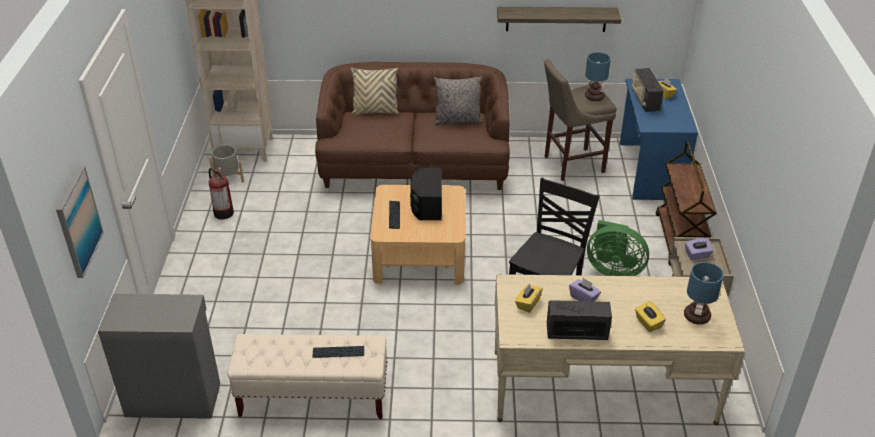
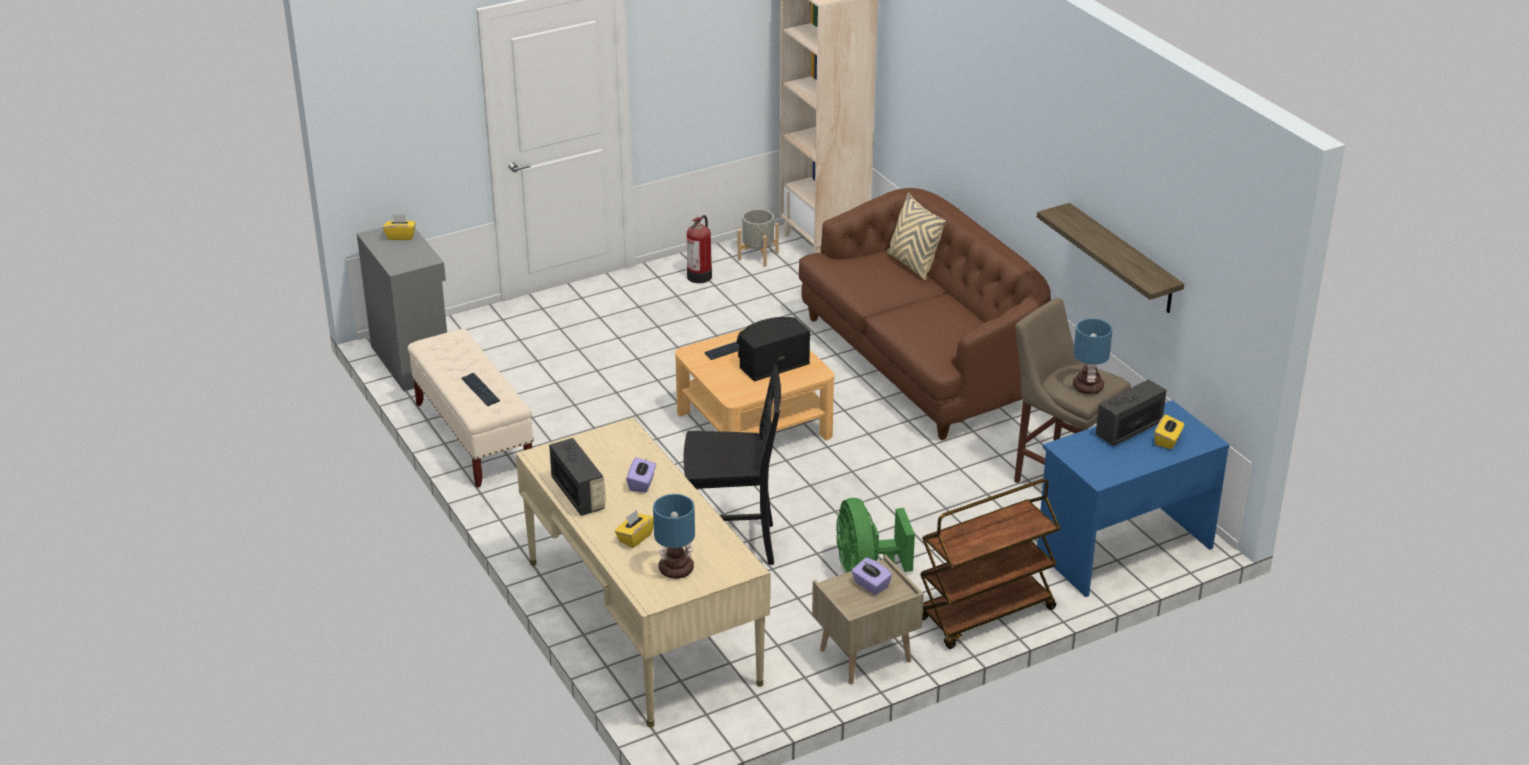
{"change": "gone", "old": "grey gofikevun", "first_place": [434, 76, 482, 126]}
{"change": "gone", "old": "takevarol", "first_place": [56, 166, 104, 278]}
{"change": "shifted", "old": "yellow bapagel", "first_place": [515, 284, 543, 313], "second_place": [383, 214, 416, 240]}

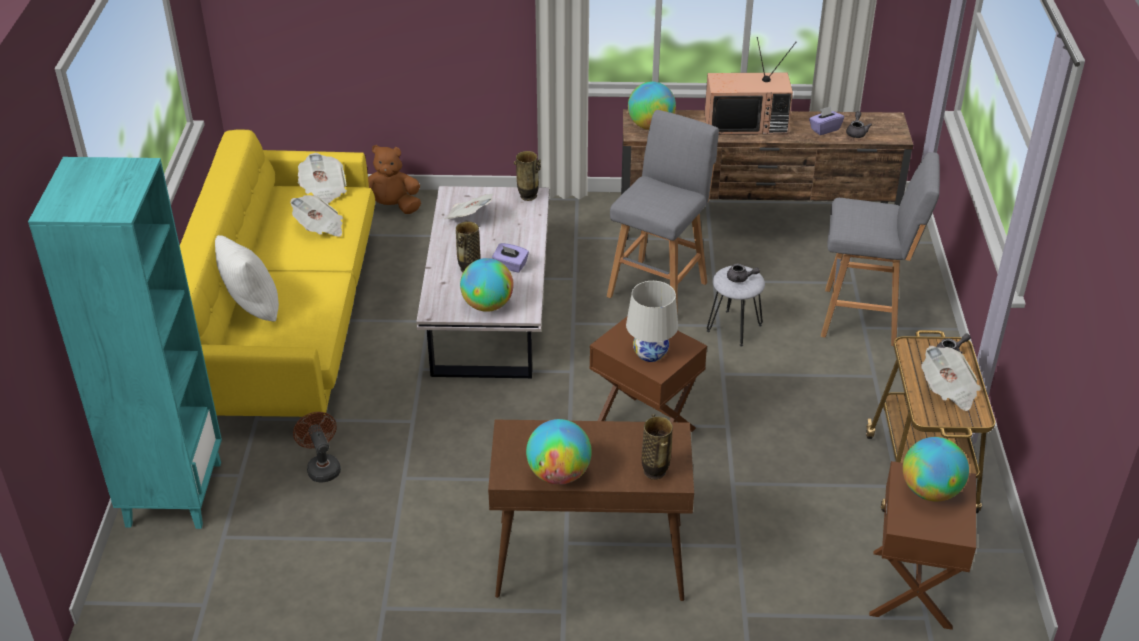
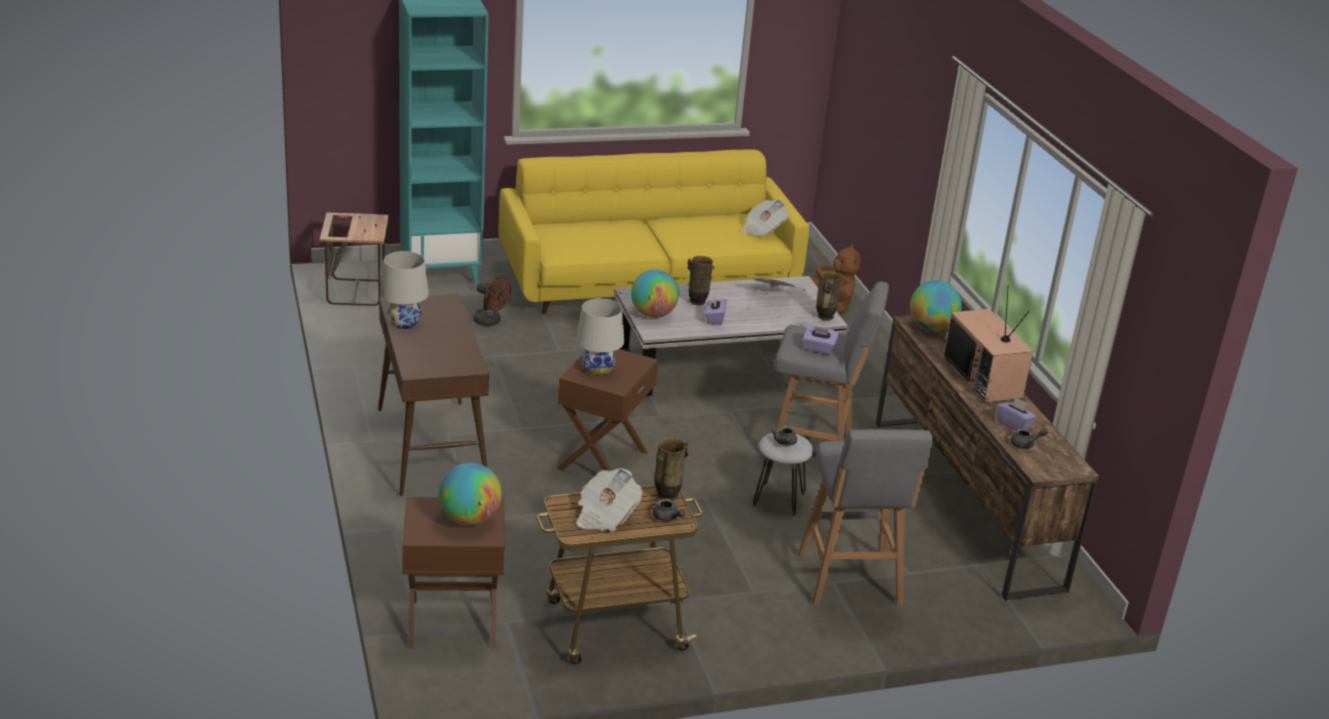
{"change": "gone", "old": "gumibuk", "first_place": [290, 195, 343, 237]}
{"change": "gone", "old": "white gofikevun", "first_place": [215, 235, 279, 322]}
{"change": "rotated", "old": "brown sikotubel", "first_place": [293, 412, 341, 483], "second_place": [473, 277, 511, 326], "degrees": 75}
{"change": "shifted", "old": "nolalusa", "first_place": [641, 414, 673, 480], "second_place": [655, 438, 689, 500]}
{"change": "swapped", "old": "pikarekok", "new": "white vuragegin", "first_place": [526, 419, 592, 485], "second_place": [380, 251, 429, 329]}
{"change": "new", "new": "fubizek", "second_place": [319, 212, 389, 306]}
{"change": "new", "new": "purple bapagel", "second_place": [803, 326, 839, 354]}

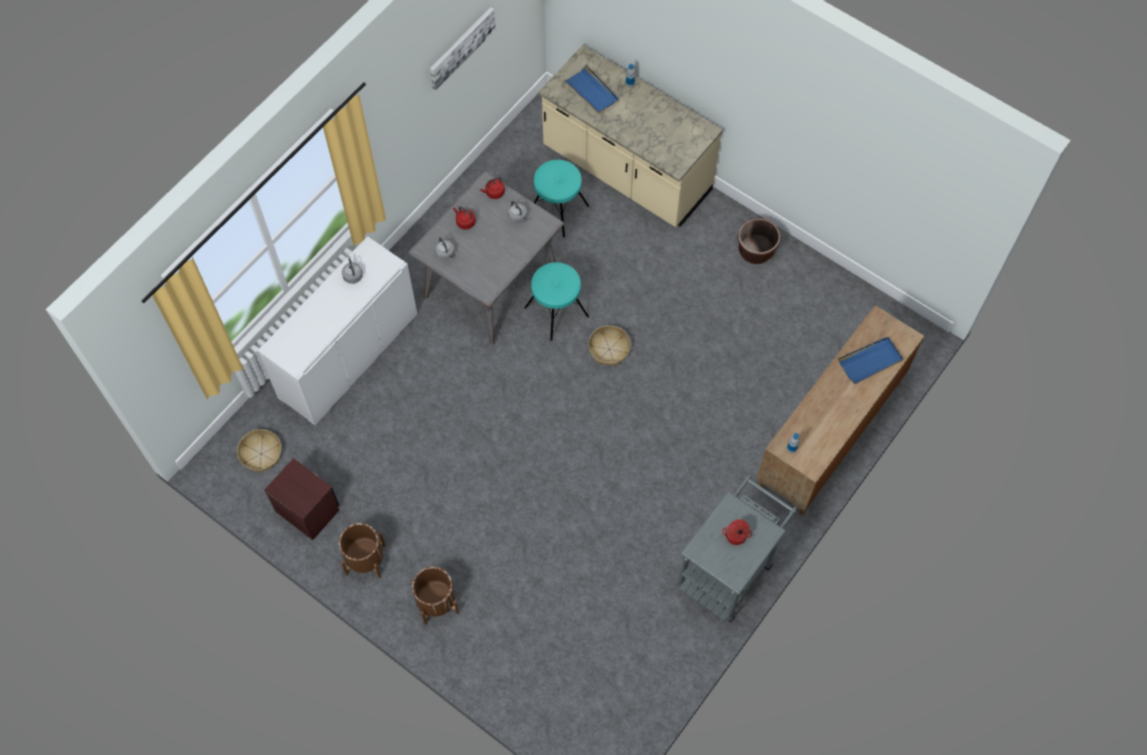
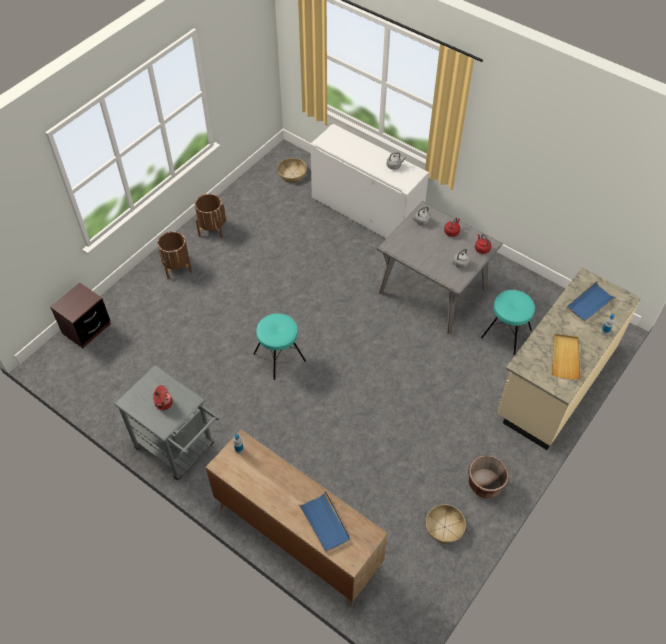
{"change": "gone", "old": "takevarol", "first_place": [430, 7, 496, 90]}
{"change": "shifted", "old": "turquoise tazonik", "first_place": [524, 262, 589, 341], "second_place": [253, 314, 306, 380]}
{"change": "shifted", "old": "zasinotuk", "first_place": [588, 325, 631, 366], "second_place": [426, 504, 466, 544]}
{"change": "shifted", "old": "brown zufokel", "first_place": [265, 458, 339, 540], "second_place": [50, 282, 111, 348]}
{"change": "new", "new": "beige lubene", "second_place": [551, 334, 581, 380]}

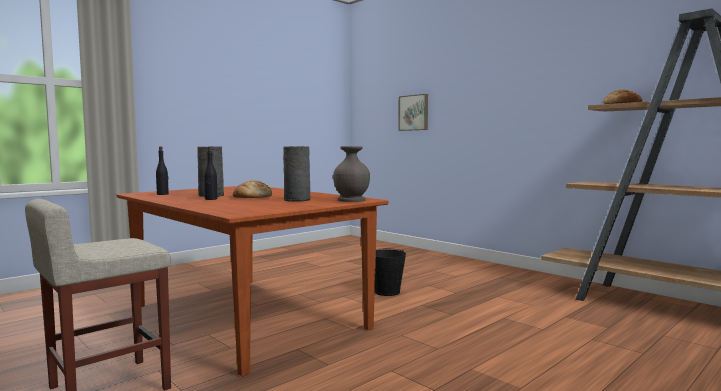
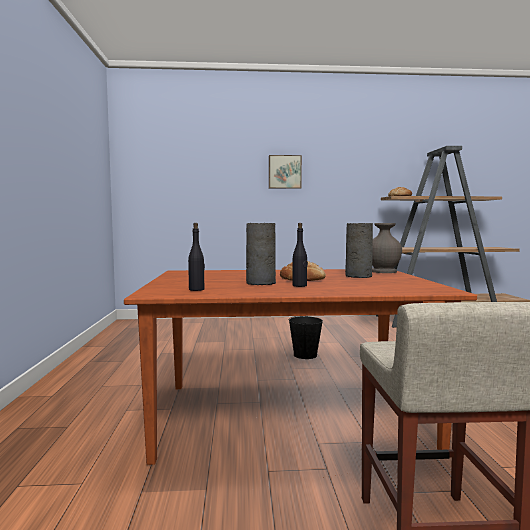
{"change": "shifted", "old": "takevarol", "first_place": [398, 94, 428, 131], "second_place": [269, 155, 302, 189]}

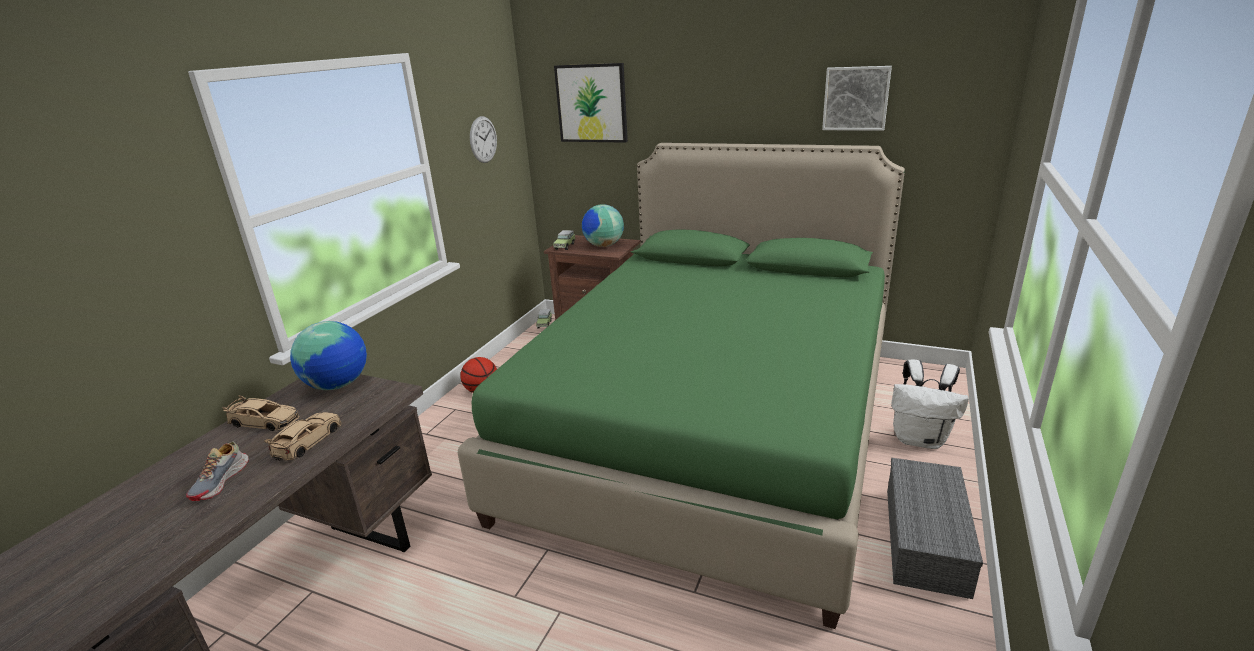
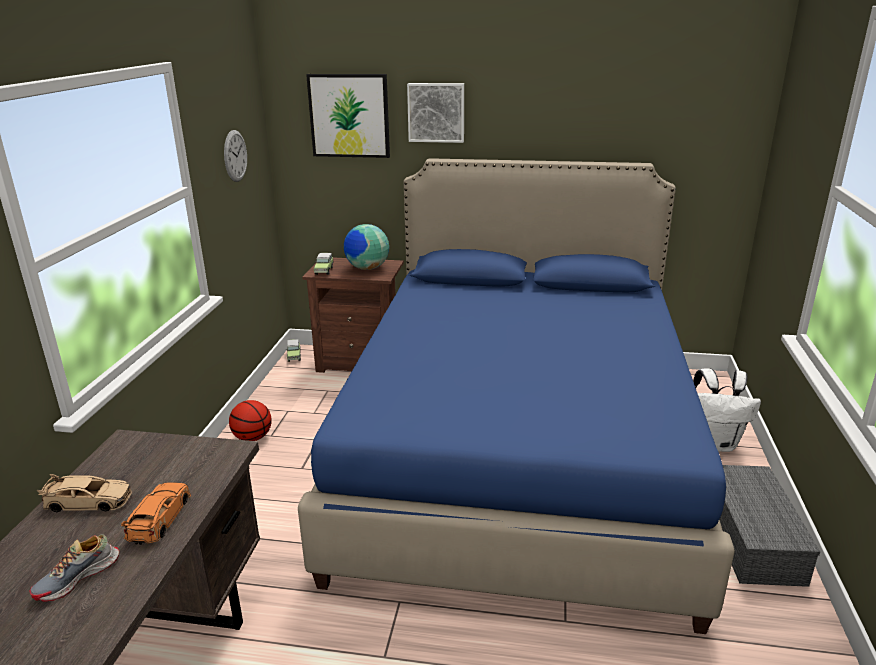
{"change": "shifted", "old": "takevarol", "first_place": [822, 66, 892, 131], "second_place": [407, 83, 464, 143]}
{"change": "repainted", "old": "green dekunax", "new": "blue dekunax", "first_place": [458, 143, 905, 629], "second_place": [298, 158, 735, 634]}
{"change": "gone", "old": "pikarekok", "first_place": [290, 321, 367, 390]}
{"change": "repainted", "old": "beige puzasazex", "new": "orange puzasazex", "first_place": [264, 412, 342, 461], "second_place": [121, 482, 191, 545]}
{"change": "rotated", "old": "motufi", "first_place": [186, 442, 249, 501], "second_place": [30, 534, 119, 602], "degrees": 45}

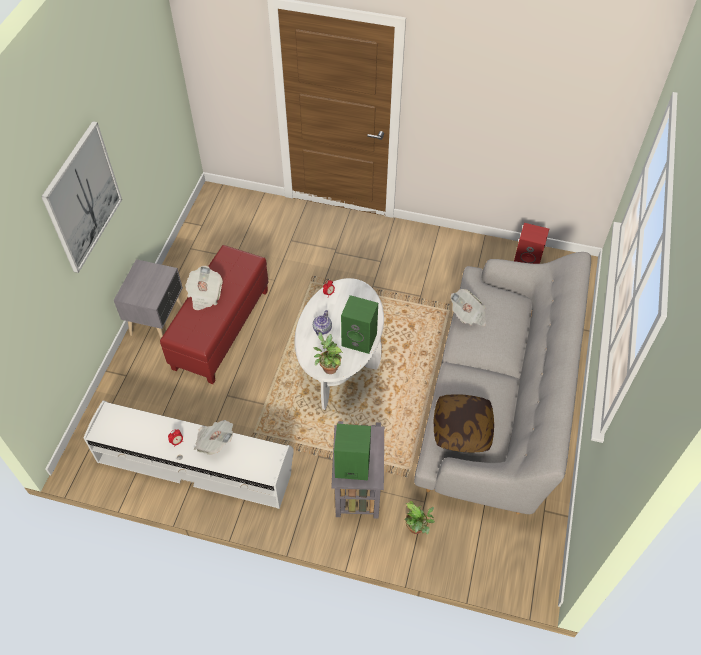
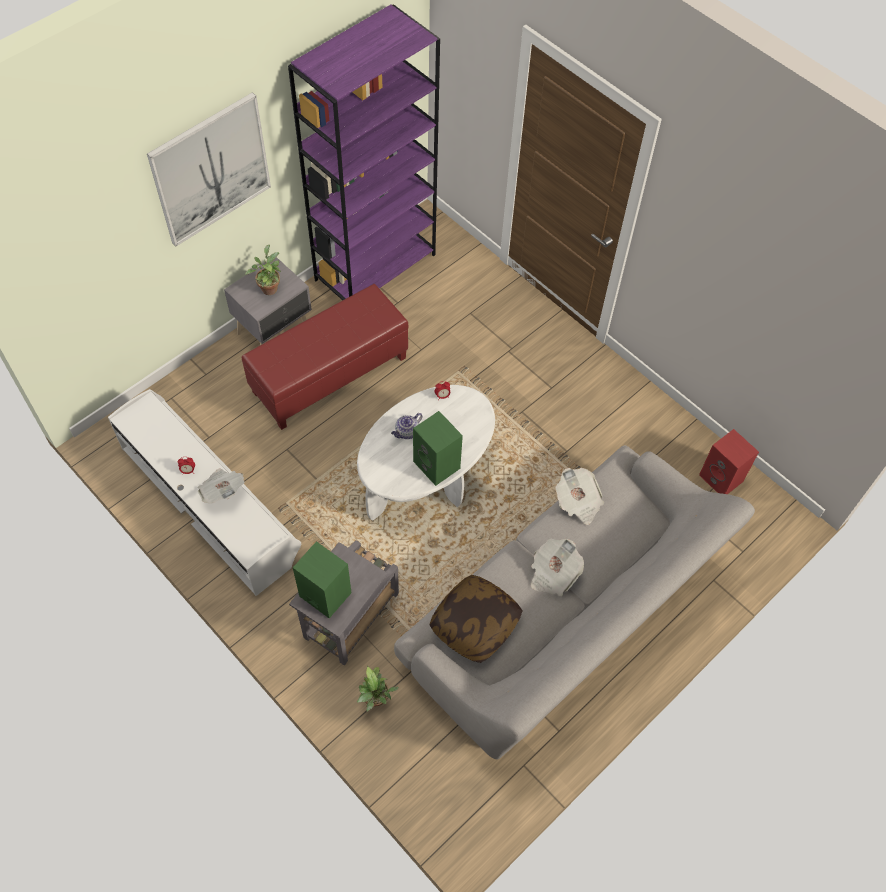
{"change": "shifted", "old": "gumibuk", "first_place": [185, 266, 223, 310], "second_place": [531, 538, 584, 596]}
{"change": "shifted", "old": "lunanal", "first_place": [314, 332, 343, 374], "second_place": [245, 245, 281, 295]}
{"change": "new", "new": "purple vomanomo", "second_place": [288, 4, 440, 300]}

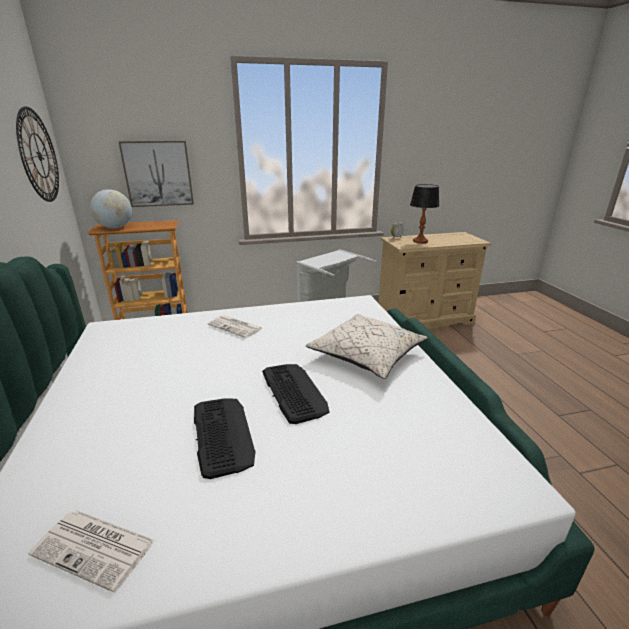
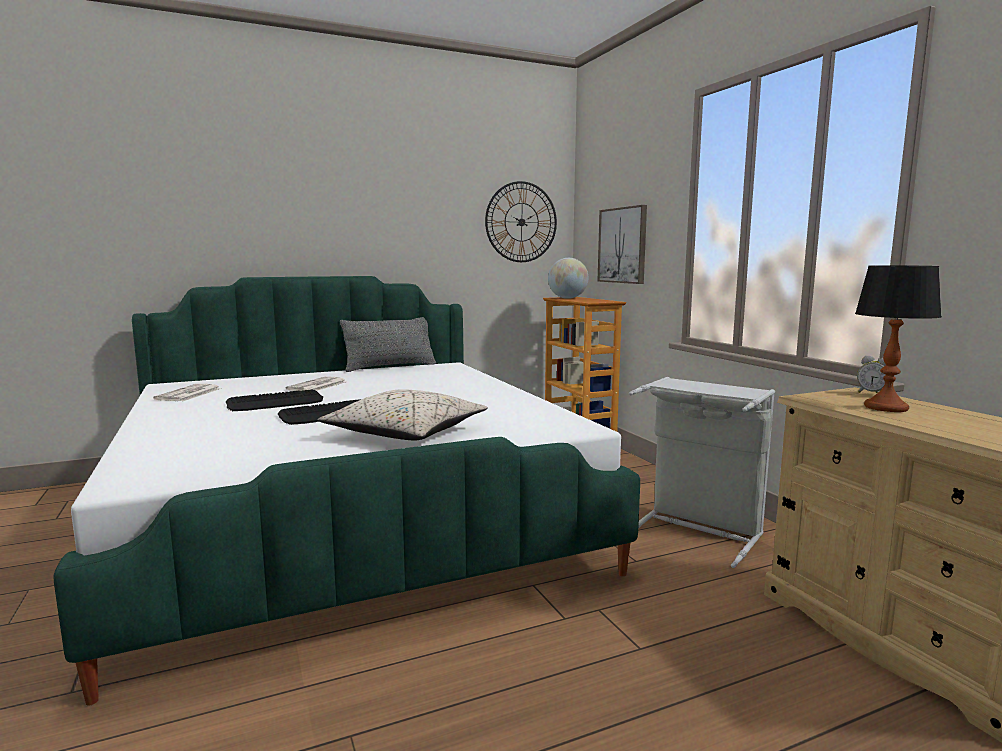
{"change": "shifted", "old": "gumibuk", "first_place": [207, 315, 263, 338], "second_place": [286, 376, 345, 391]}
{"change": "new", "new": "grey gofikevun", "second_place": [340, 317, 436, 372]}

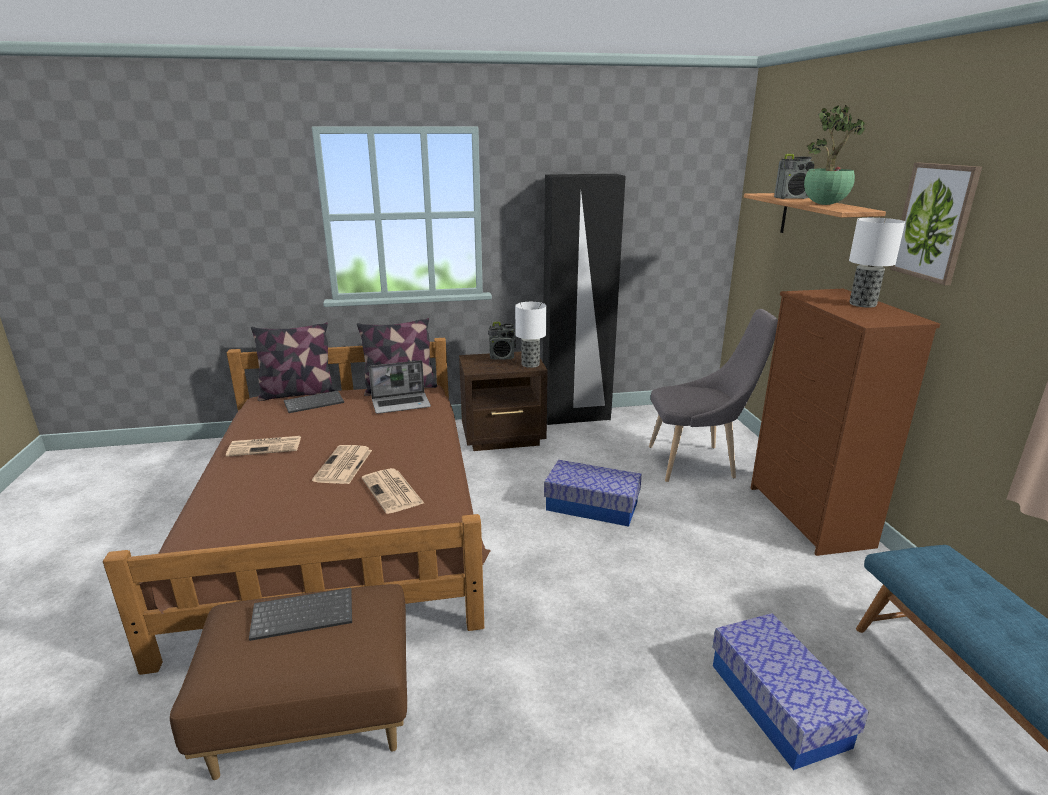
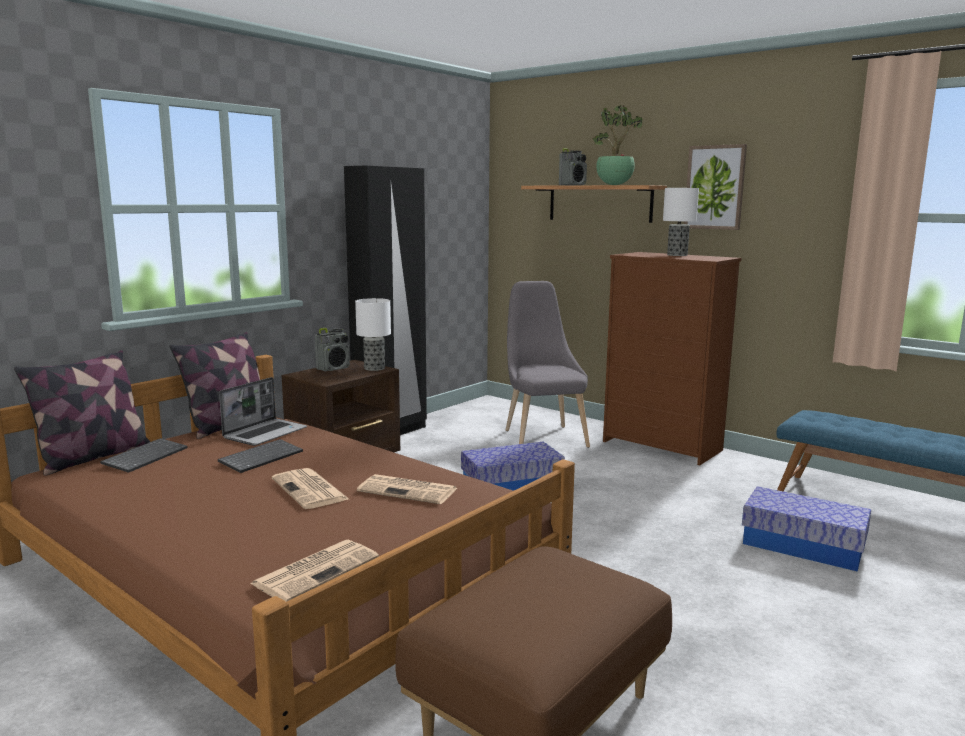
{"change": "rotated", "old": "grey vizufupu", "first_place": [649, 309, 778, 482], "second_place": [506, 281, 590, 448], "degrees": -60}
{"change": "shifted", "old": "gumibuk", "first_place": [226, 436, 301, 457], "second_place": [250, 540, 379, 602]}
{"change": "shifted", "old": "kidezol", "first_place": [249, 588, 352, 641], "second_place": [218, 439, 303, 473]}

